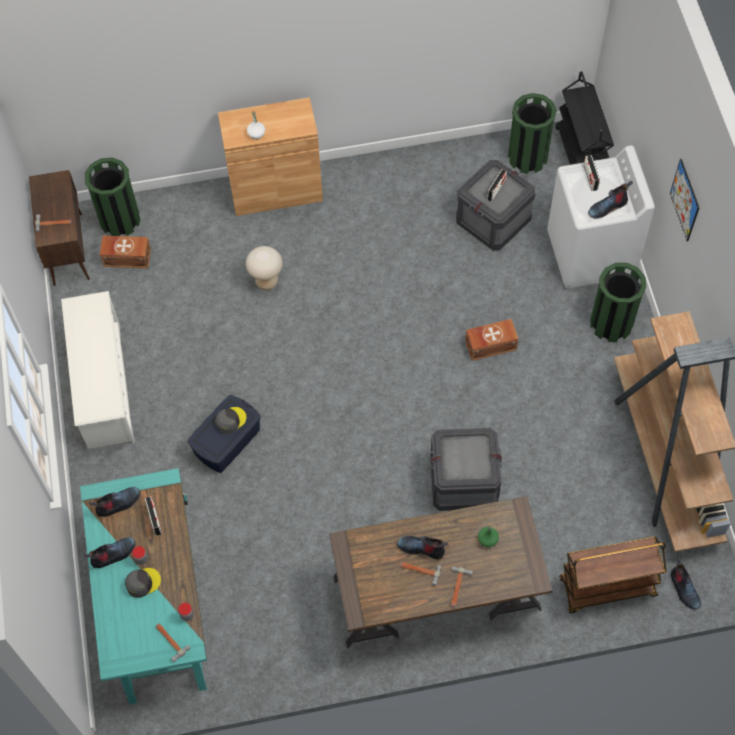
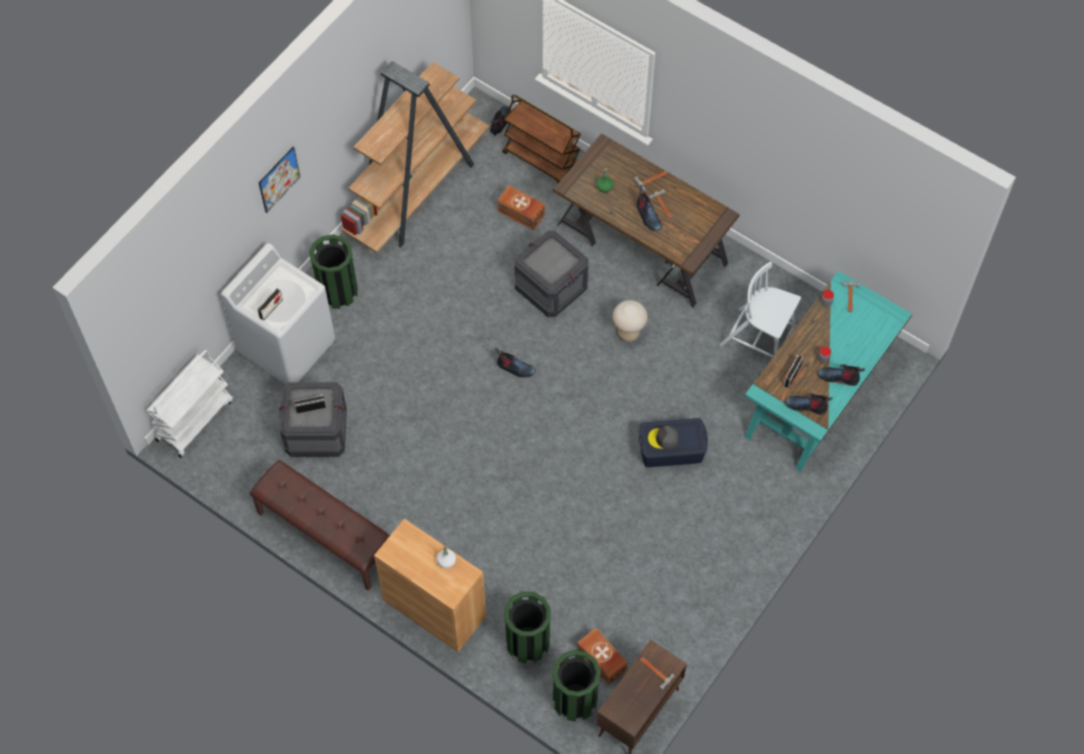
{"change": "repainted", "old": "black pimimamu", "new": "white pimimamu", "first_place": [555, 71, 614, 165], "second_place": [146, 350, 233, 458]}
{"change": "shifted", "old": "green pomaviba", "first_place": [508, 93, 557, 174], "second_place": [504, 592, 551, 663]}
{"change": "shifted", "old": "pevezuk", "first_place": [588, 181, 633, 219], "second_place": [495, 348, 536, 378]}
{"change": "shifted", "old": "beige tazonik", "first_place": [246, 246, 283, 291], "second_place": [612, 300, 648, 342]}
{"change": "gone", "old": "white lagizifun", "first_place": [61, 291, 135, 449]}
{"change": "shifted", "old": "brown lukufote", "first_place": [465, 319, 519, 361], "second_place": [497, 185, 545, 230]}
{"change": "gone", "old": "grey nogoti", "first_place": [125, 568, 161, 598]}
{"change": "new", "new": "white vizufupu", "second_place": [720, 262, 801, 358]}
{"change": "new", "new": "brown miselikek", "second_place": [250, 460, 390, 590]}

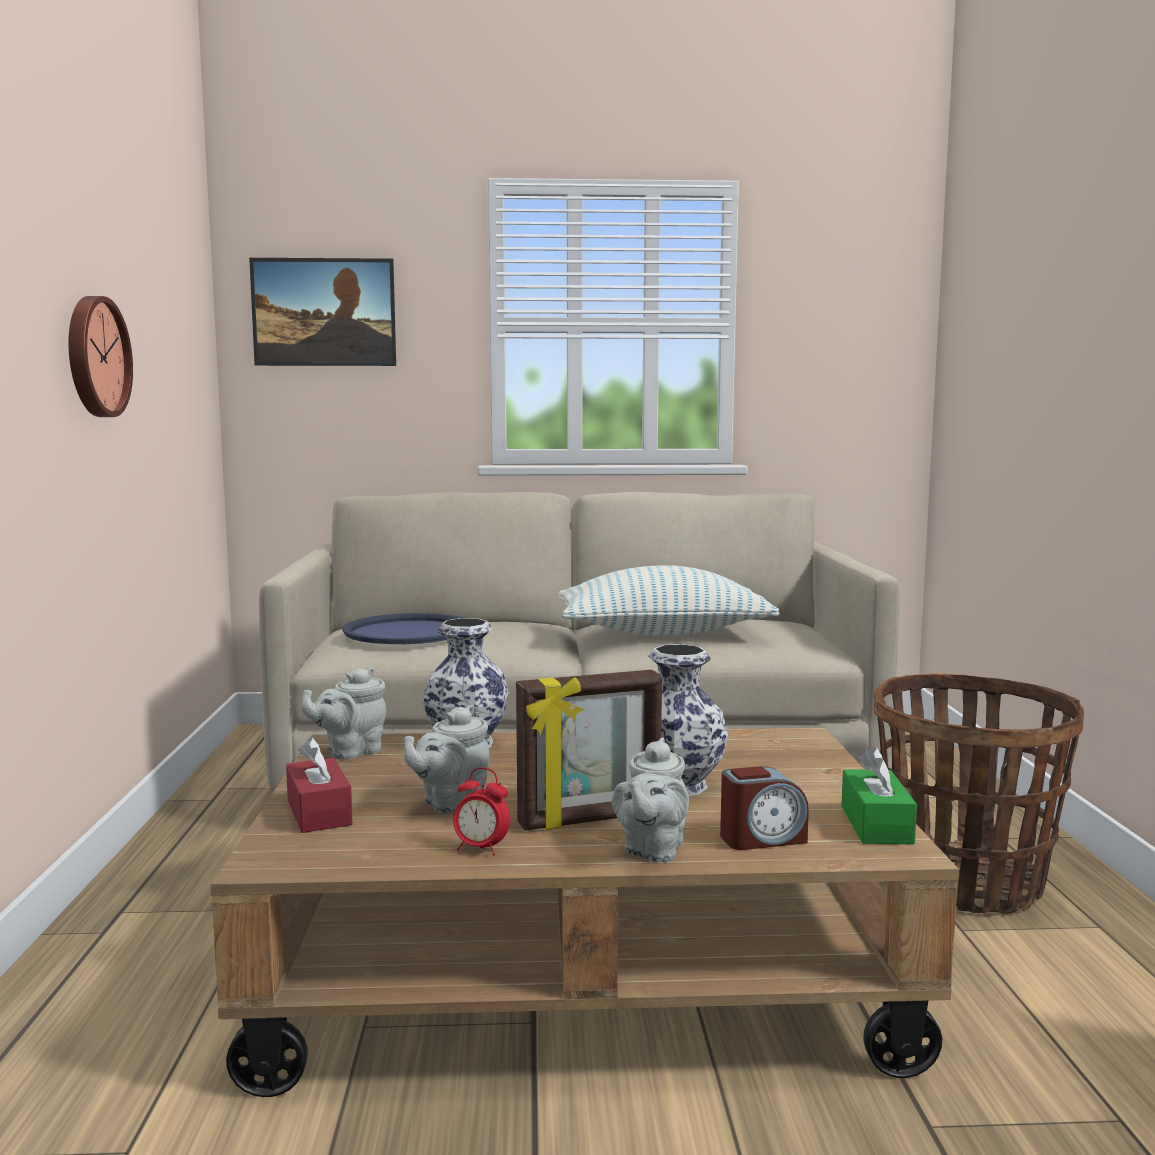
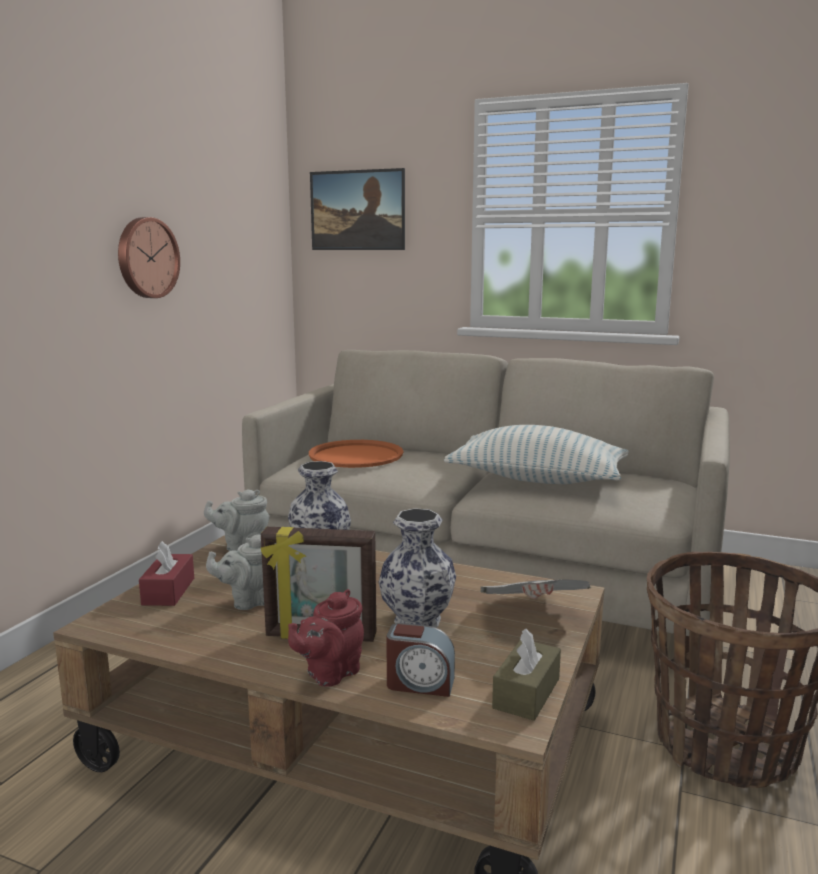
{"change": "repainted", "old": "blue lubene", "new": "orange lubene", "first_place": [342, 613, 463, 644], "second_place": [309, 440, 404, 468]}
{"change": "repainted", "old": "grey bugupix", "new": "red bugupix", "first_place": [612, 737, 689, 863], "second_place": [288, 589, 364, 687]}
{"change": "repainted", "old": "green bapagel", "new": "brown bapagel", "first_place": [841, 746, 917, 844], "second_place": [492, 628, 561, 720]}
{"change": "gone", "old": "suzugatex", "first_place": [453, 768, 510, 856]}
{"change": "new", "new": "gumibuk", "second_place": [480, 579, 591, 599]}

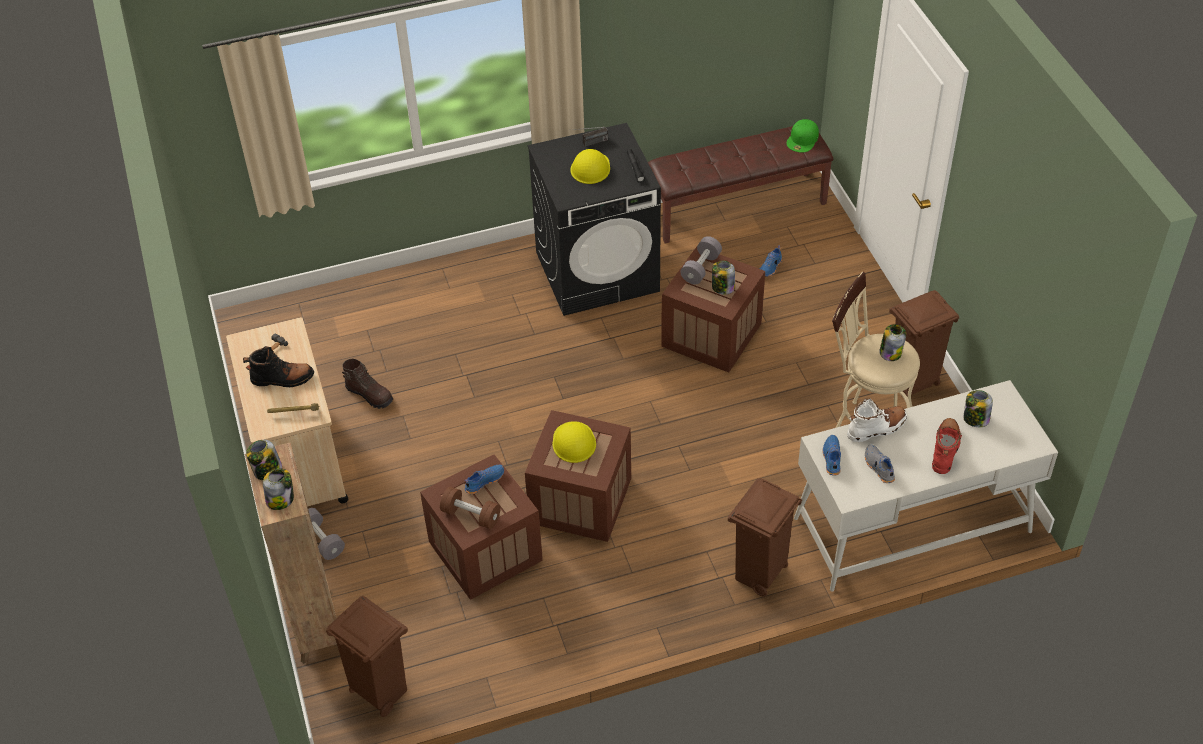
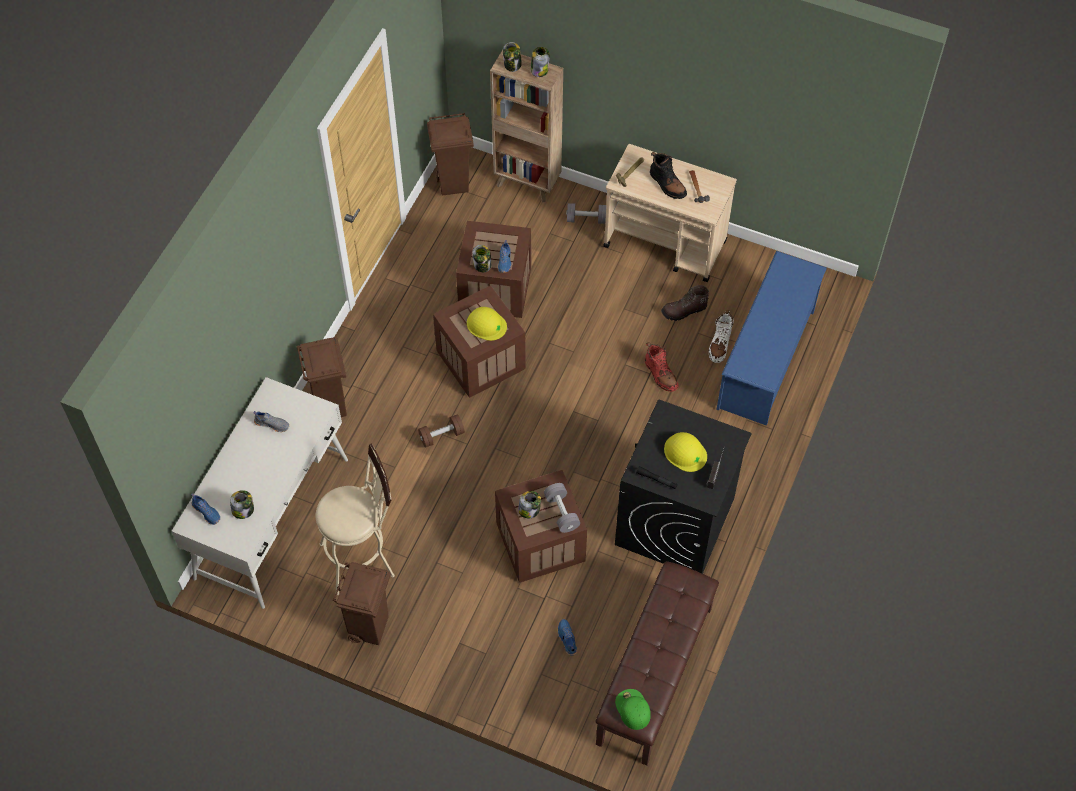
{"change": "shifted", "old": "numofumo", "first_place": [879, 324, 906, 361], "second_place": [472, 245, 491, 272]}
{"change": "rotated", "old": "black pevezuk", "first_place": [243, 346, 314, 387], "second_place": [650, 151, 687, 199], "degrees": -75}
{"change": "shifted", "old": "white pevezuk", "first_place": [847, 398, 907, 443], "second_place": [709, 310, 734, 363]}
{"change": "shifted", "old": "red pevezuk", "first_place": [932, 418, 962, 474], "second_place": [645, 342, 679, 392]}
{"change": "shifted", "old": "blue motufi", "first_place": [822, 435, 841, 476], "second_place": [191, 494, 220, 525]}
{"change": "shifted", "old": "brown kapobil", "first_place": [440, 486, 501, 529], "second_place": [418, 414, 465, 448]}
{"change": "new", "new": "blue lagizifun", "second_place": [716, 251, 827, 426]}

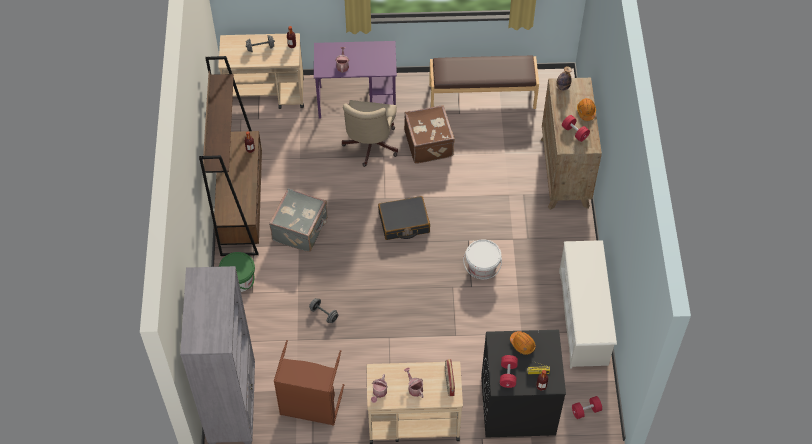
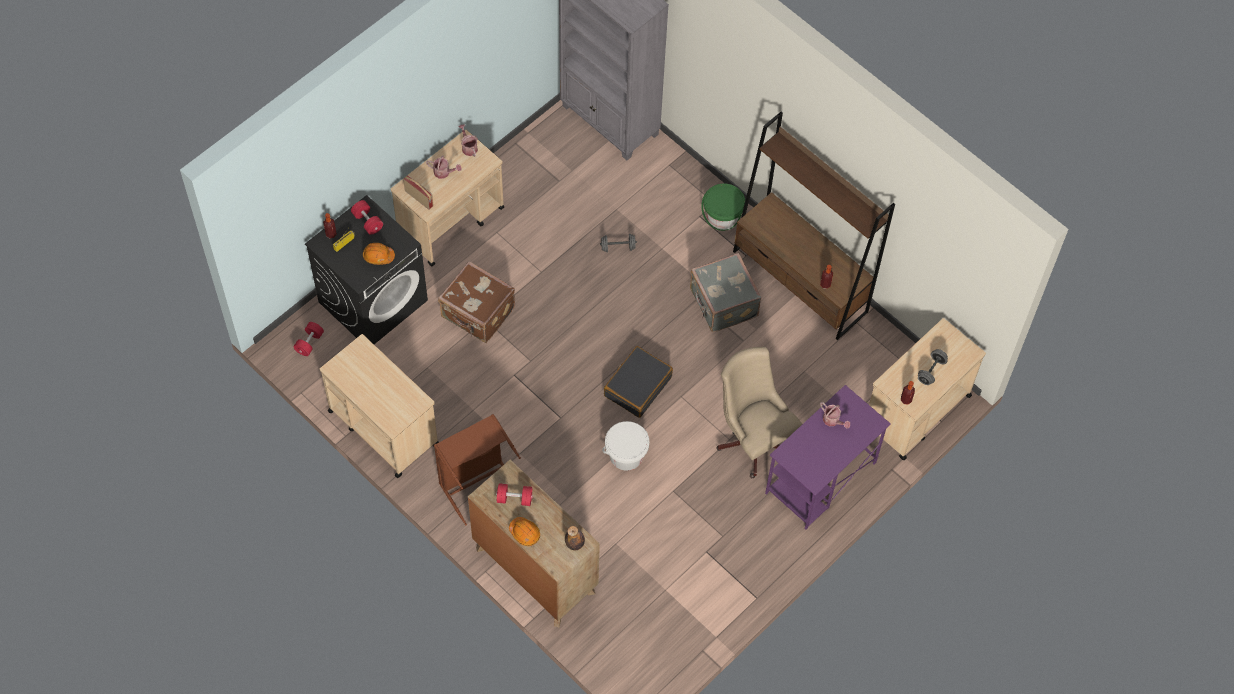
{"change": "gone", "old": "brown miselikek", "first_place": [429, 56, 539, 109]}
{"change": "shifted", "old": "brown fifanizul", "first_place": [404, 105, 455, 164], "second_place": [438, 261, 515, 343]}
{"change": "shifted", "old": "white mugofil", "first_place": [463, 239, 502, 279], "second_place": [602, 421, 649, 471]}
{"change": "swapped", "old": "white lagizifun", "new": "beige pimimamu", "first_place": [559, 240, 617, 368], "second_place": [320, 334, 439, 478]}
{"change": "shifted", "old": "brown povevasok", "first_place": [274, 340, 344, 426], "second_place": [434, 414, 521, 525]}

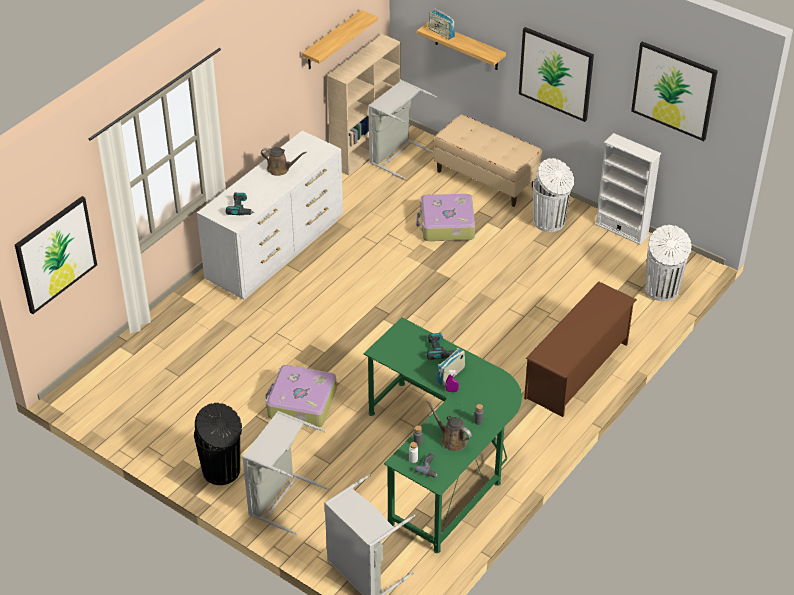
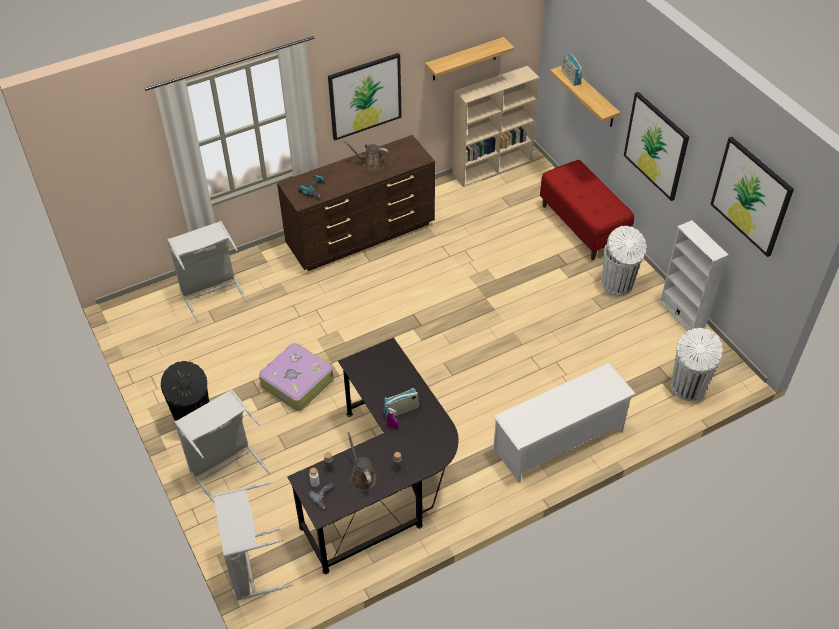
{"change": "shifted", "old": "grey povevasok", "first_place": [368, 80, 437, 179], "second_place": [167, 221, 247, 321]}
{"change": "repainted", "old": "beige miselikek", "new": "red miselikek", "first_place": [434, 114, 542, 207], "second_place": [540, 160, 634, 260]}
{"change": "repainted", "old": "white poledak", "new": "brown poledak", "first_place": [197, 131, 343, 300], "second_place": [277, 135, 435, 271]}
{"change": "rotated", "old": "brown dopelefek", "first_place": [261, 147, 307, 176], "second_place": [344, 141, 389, 171], "degrees": 150}
{"change": "gone", "old": "fifanizul", "first_place": [416, 194, 475, 241]}
{"change": "shifted", "old": "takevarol", "first_place": [15, 196, 97, 314], "second_place": [328, 53, 402, 140]}
{"change": "repainted", "old": "brown lagizifun", "new": "white lagizifun", "first_place": [524, 282, 637, 417], "second_place": [493, 363, 636, 483]}
{"change": "repainted", "old": "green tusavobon", "new": "black tusavobon", "first_place": [363, 317, 522, 553], "second_place": [287, 337, 458, 574]}
{"change": "gone", "old": "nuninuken", "first_place": [427, 333, 455, 360]}

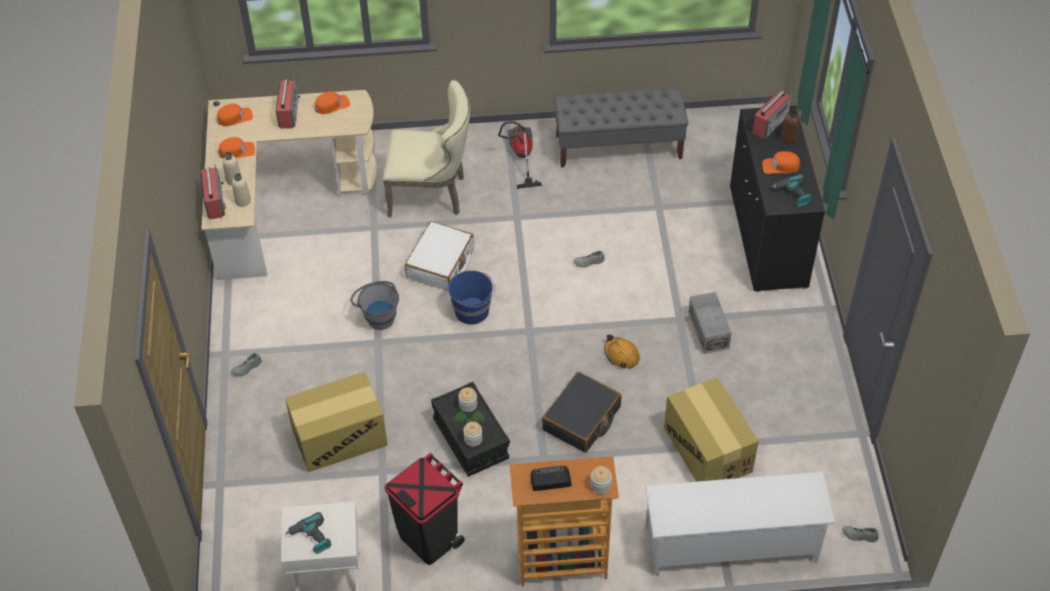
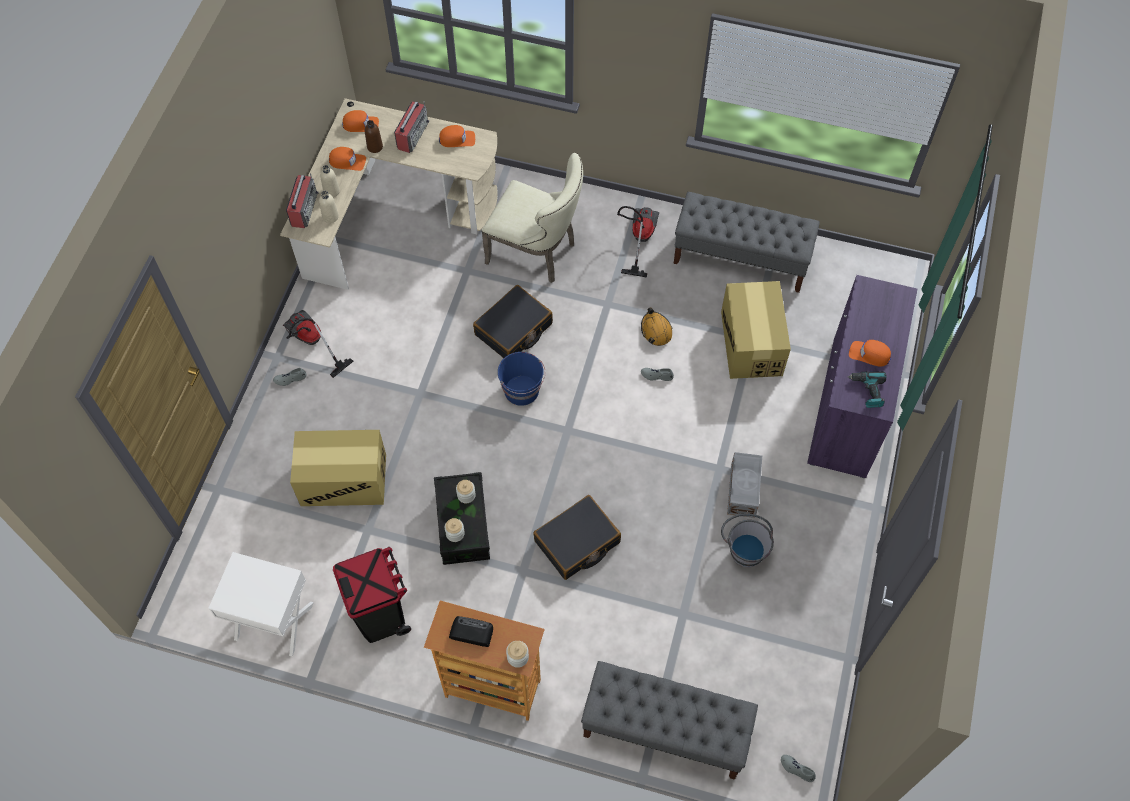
{"change": "gone", "old": "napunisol", "first_place": [752, 90, 791, 139]}
{"change": "repainted", "old": "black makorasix", "new": "purple makorasix", "first_place": [730, 105, 825, 292], "second_place": [807, 275, 917, 478]}
{"change": "shifted", "old": "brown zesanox", "first_place": [781, 110, 800, 144], "second_place": [365, 120, 383, 153]}
{"change": "repainted", "old": "white fifanizul", "new": "black fifanizul", "first_place": [405, 221, 474, 291], "second_place": [473, 285, 553, 358]}
{"change": "shifted", "old": "grey mugofil", "first_place": [350, 281, 399, 330], "second_place": [721, 514, 774, 568]}
{"change": "shifted", "old": "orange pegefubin", "first_place": [604, 334, 640, 369], "second_place": [641, 307, 673, 346]}
{"change": "shifted", "old": "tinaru", "first_place": [664, 377, 759, 482], "second_place": [721, 281, 791, 379]}
{"change": "swapped", "old": "white lagizifun", "new": "grey miselikek", "first_place": [645, 472, 836, 576], "second_place": [581, 661, 758, 780]}
{"change": "gone", "old": "nuninuken", "first_place": [285, 512, 331, 554]}
{"change": "new", "new": "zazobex", "second_place": [283, 310, 354, 378]}

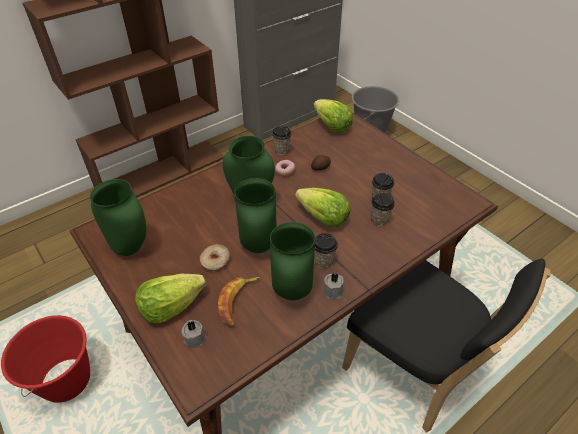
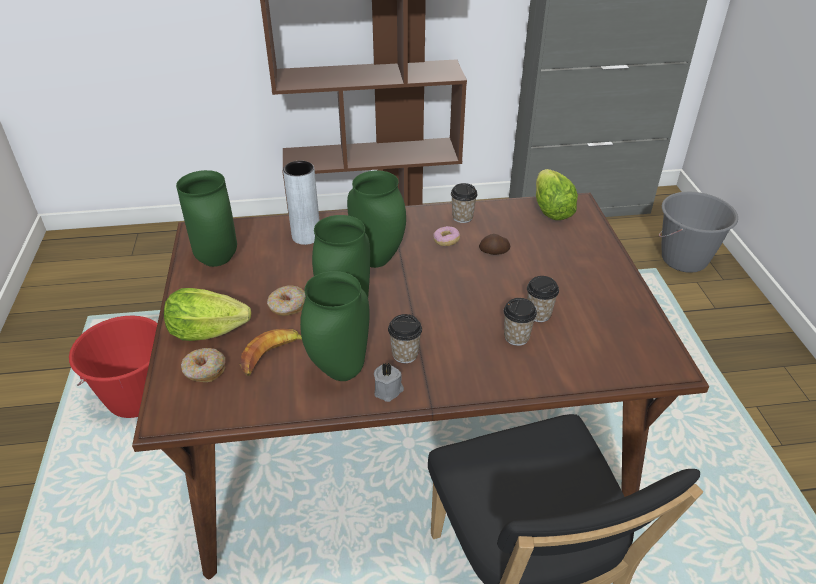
{"change": "gone", "old": "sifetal", "first_place": [295, 188, 350, 227]}
{"change": "swapped", "old": "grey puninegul", "new": "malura", "first_place": [181, 320, 206, 348], "second_place": [181, 348, 225, 382]}
{"change": "new", "new": "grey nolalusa", "second_place": [283, 161, 320, 245]}

